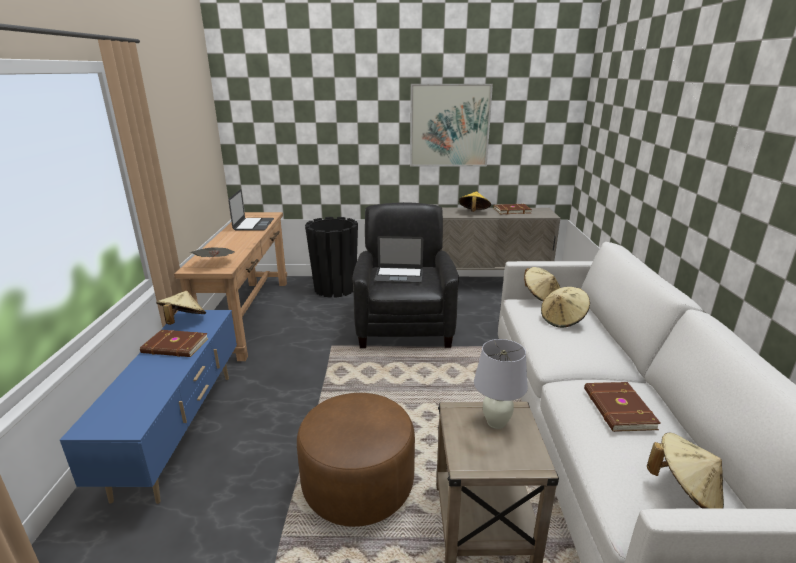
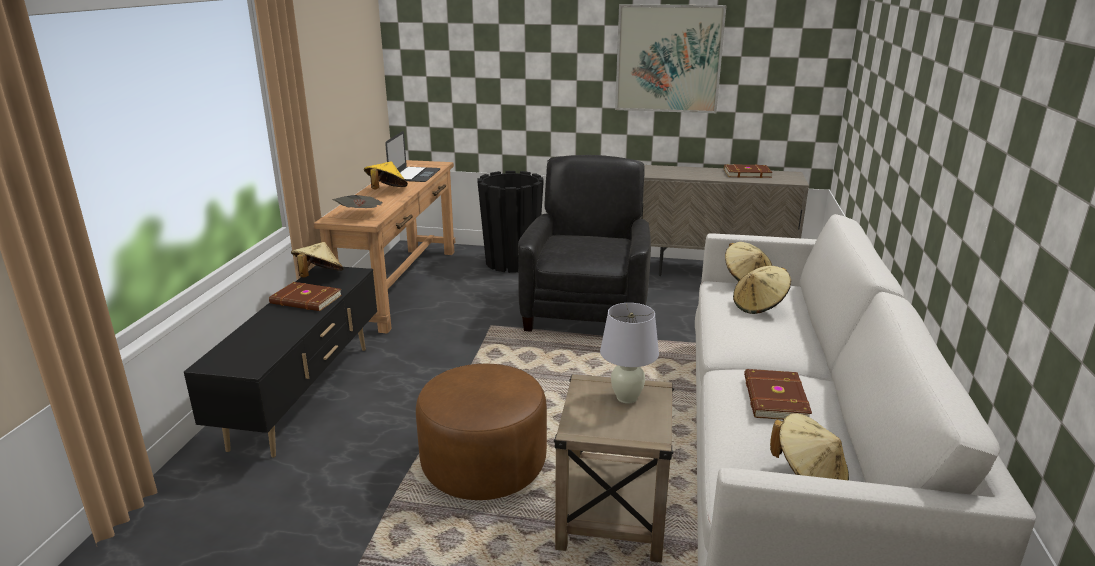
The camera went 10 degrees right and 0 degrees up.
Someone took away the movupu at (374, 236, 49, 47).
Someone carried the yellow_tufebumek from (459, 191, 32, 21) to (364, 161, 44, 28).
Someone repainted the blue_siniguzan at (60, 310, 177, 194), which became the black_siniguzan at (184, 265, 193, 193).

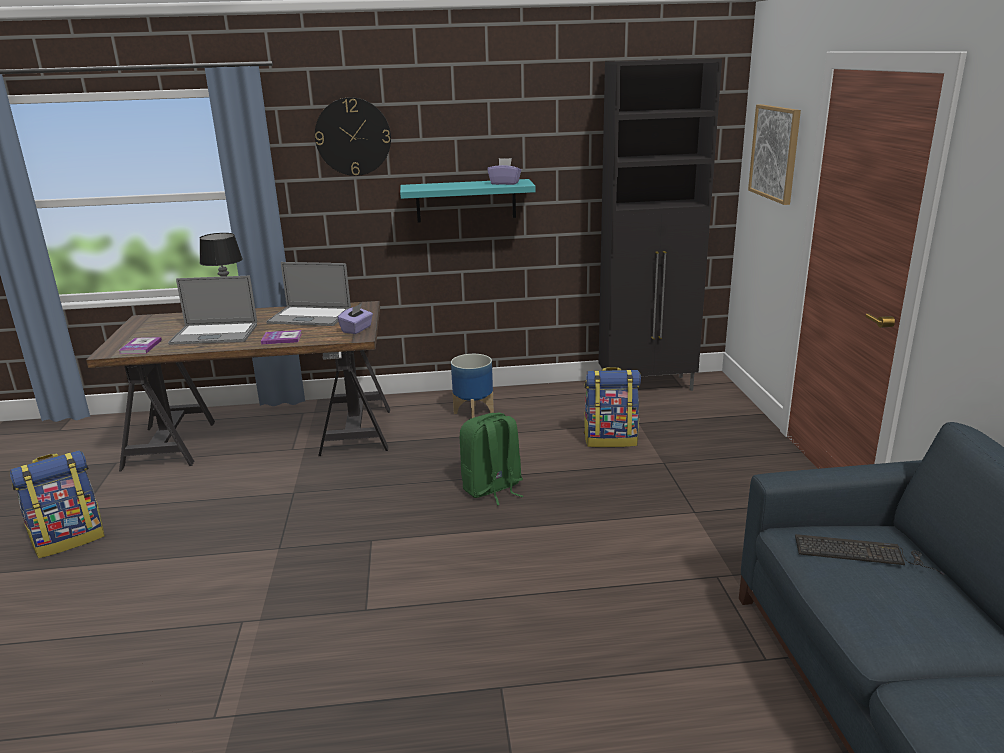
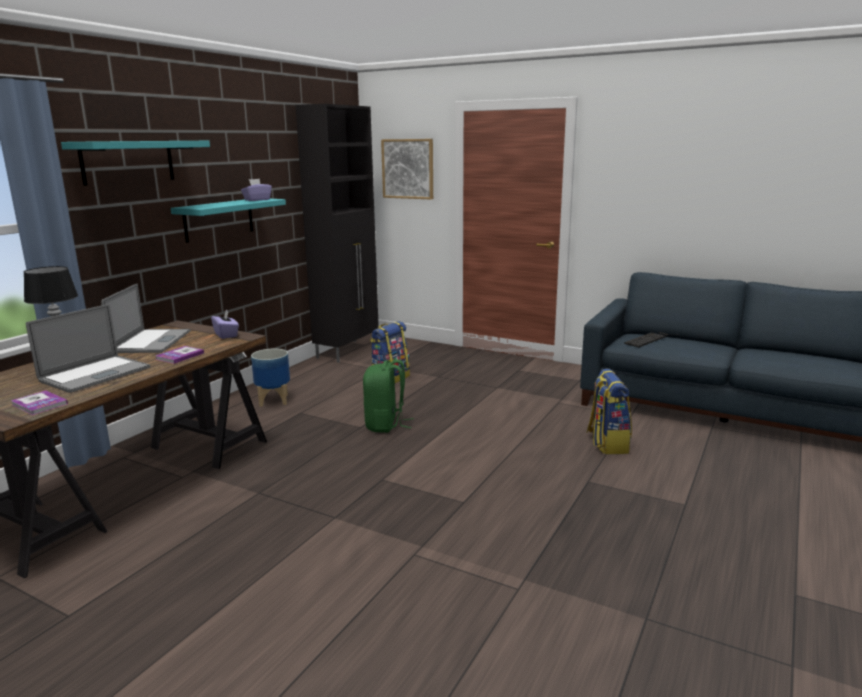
The camera went 55 degrees left and 5 degrees down.
Someone carried the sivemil from (10, 450, 95, 108) to (586, 369, 46, 85).
Someone swapped the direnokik at (315, 97, 76, 79) for the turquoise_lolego at (61, 141, 149, 45).
Someone rotated the movupu at (266, 262, 85, 64) by 45 degrees counterclockwise.

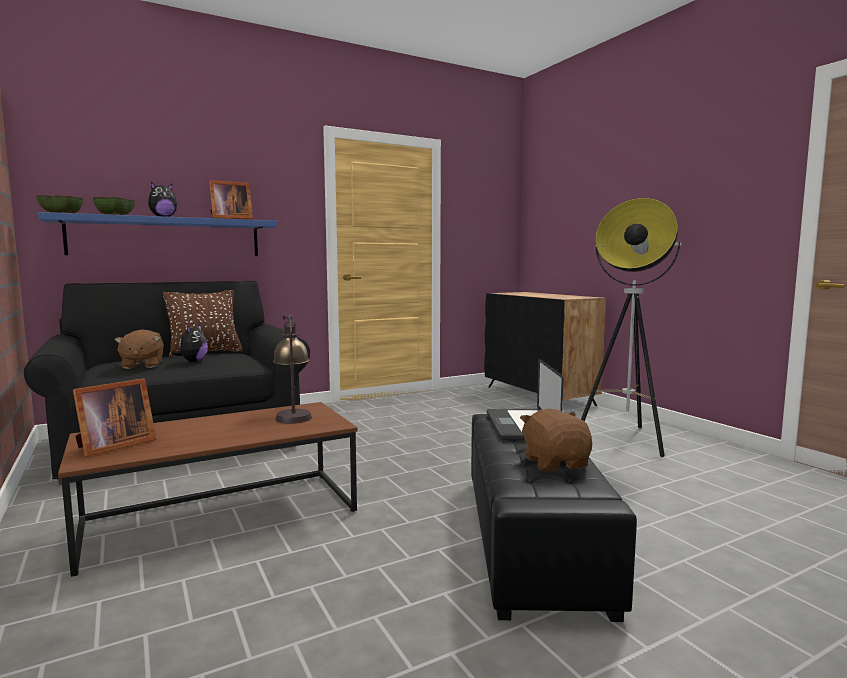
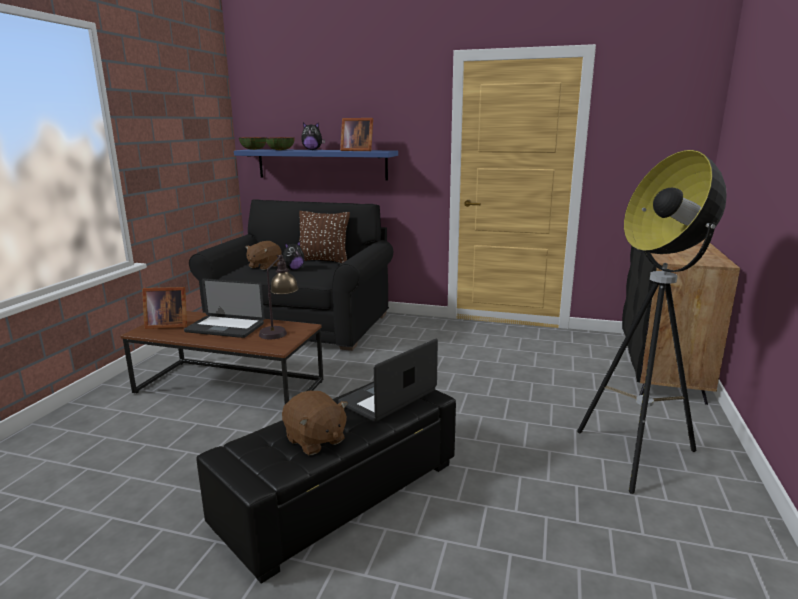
The camera went 45 degrees right and 10 degrees up.
Someone put down the movupu at (184, 279, 81, 59).
Someone rotated the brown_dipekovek at (520, 409, 72, 63) by 105 degrees clockwise.

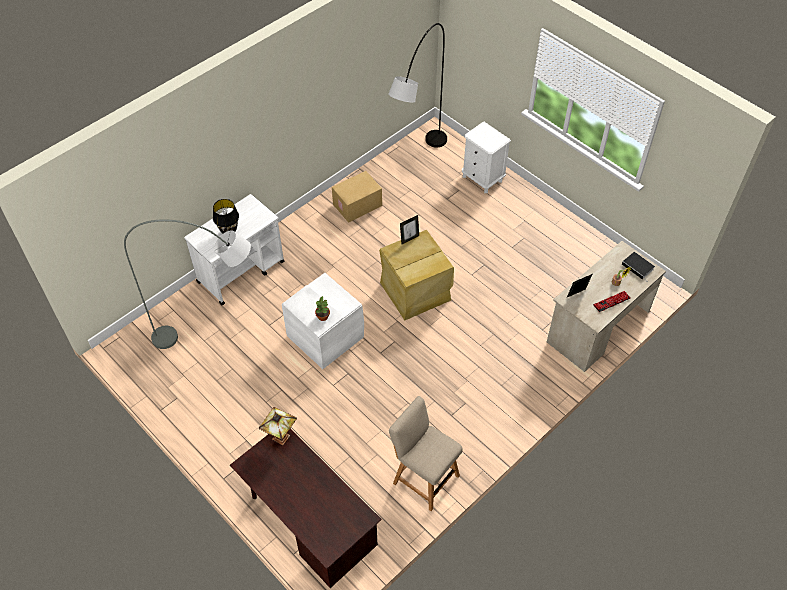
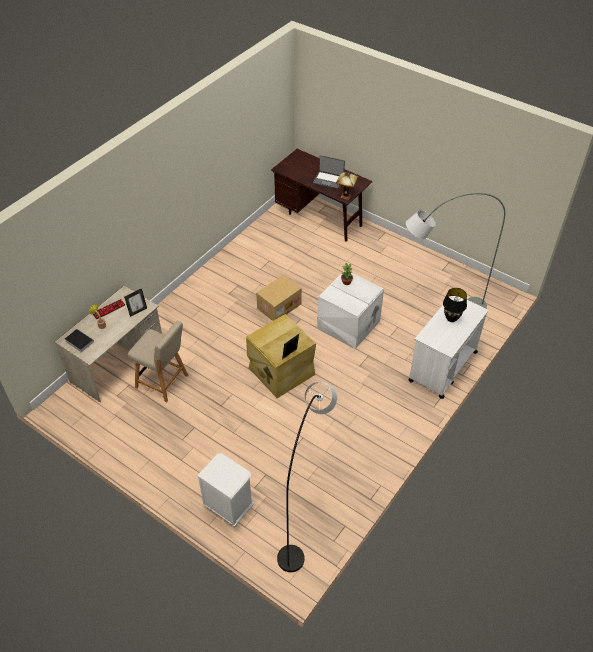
The camera went 170 degrees right and 5 degrees down.
Someone put down the movupu at (313, 155, 32, 34).
Someone carried the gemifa from (332, 171, 50, 52) to (256, 275, 46, 46).
Someone carried the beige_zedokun from (389, 396, 74, 115) to (127, 321, 61, 82).

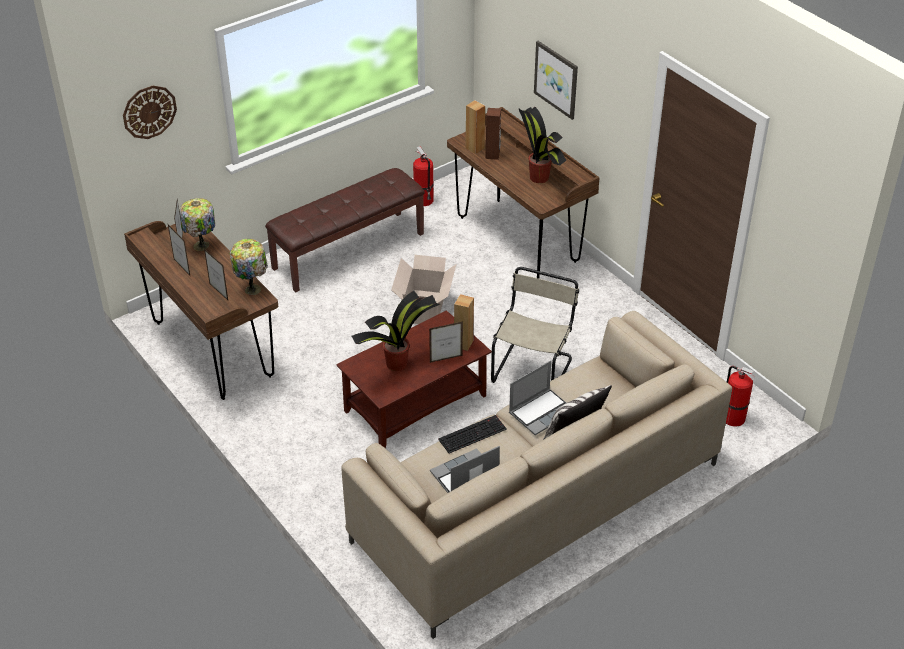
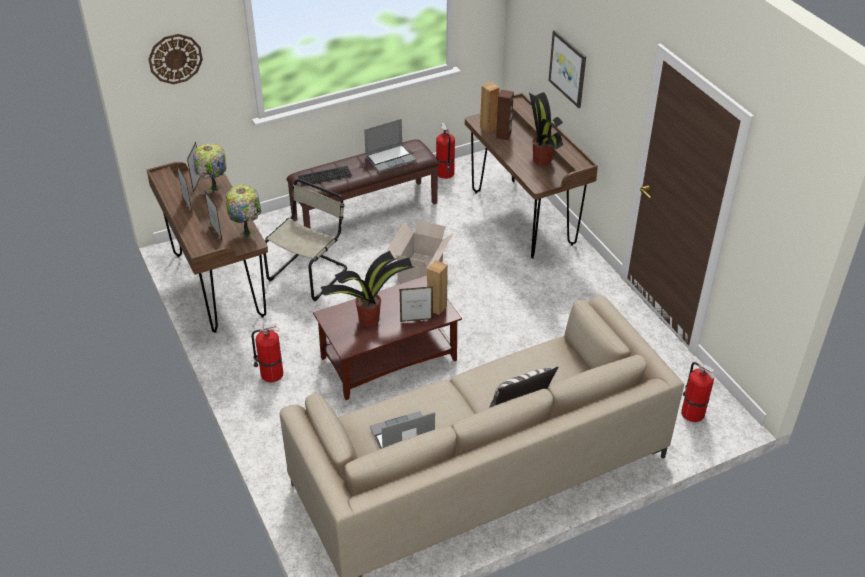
The camera went 10 degrees right and 0 degrees up.
Someone put down the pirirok at (251, 323, 32, 59).
Someone carried the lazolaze from (438, 415, 69, 38) to (298, 166, 54, 20).
Someone carried the beige_zedokun from (491, 267, 88, 116) to (263, 179, 84, 122).
Someone carried the movupu from (509, 360, 57, 75) to (364, 119, 52, 53).

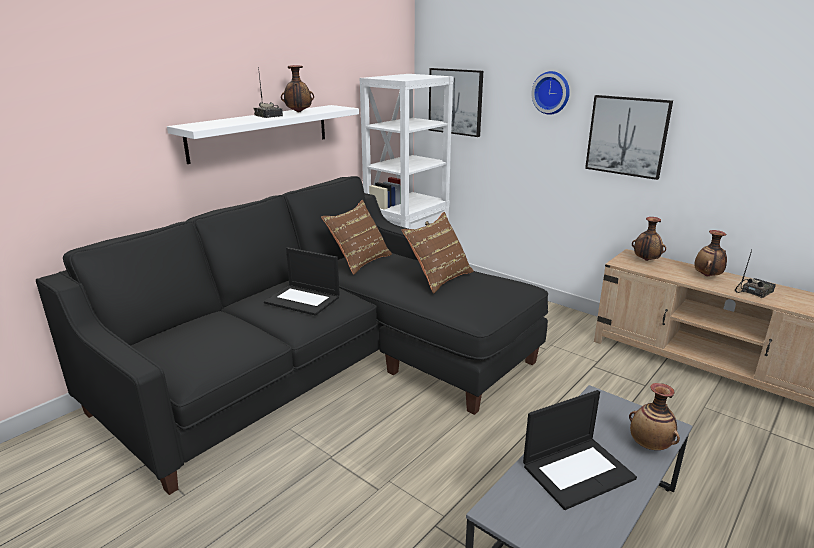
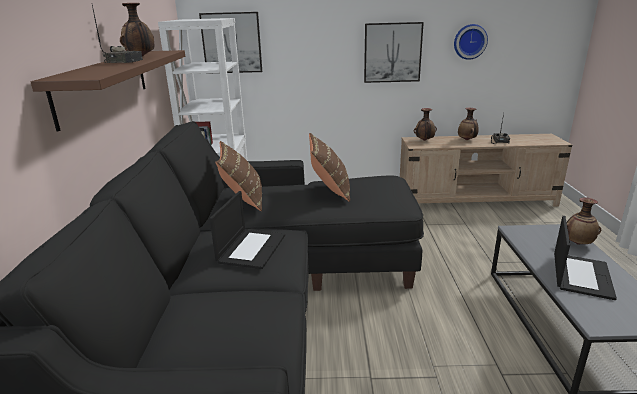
The camera went 40 degrees left and 0 degrees up.
Someone carried the direnokik from (531, 71, 39, 44) to (454, 24, 34, 36).
Someone repainted the white_lolego at (167, 105, 192, 59), which became the brown_lolego at (31, 50, 154, 82).
Someone rotated the movupu at (264, 247, 76, 69) by 60 degrees counterclockwise.

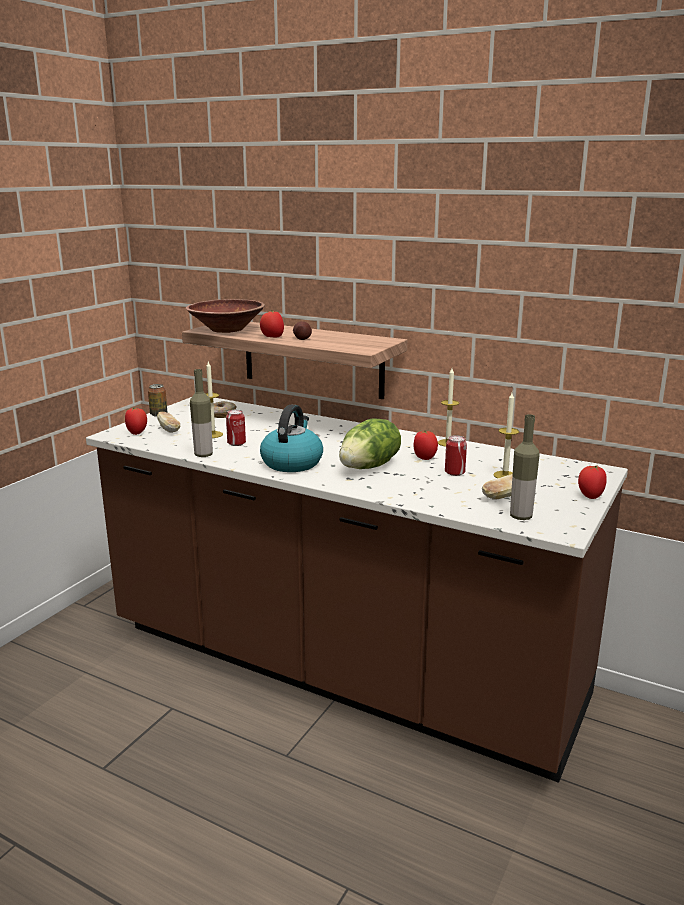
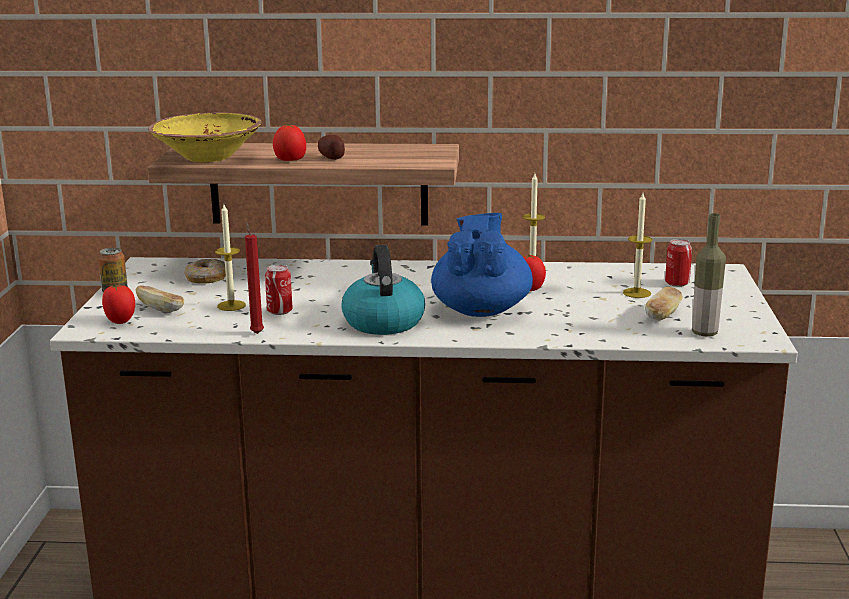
The camera went 25 degrees left and 0 degrees up.
Someone took away the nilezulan at (578, 465, 29, 34).
Someone carried the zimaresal from (445, 435, 22, 41) to (665, 239, 27, 48).
Someone swapped the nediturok at (190, 369, 23, 88) for the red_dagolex at (245, 222, 19, 112).
Someone swapped the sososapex at (339, 418, 62, 51) for the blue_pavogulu at (431, 213, 102, 104).
Someone repainted the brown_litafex at (186, 299, 79, 34), which became the yellow_litafex at (148, 112, 114, 50).

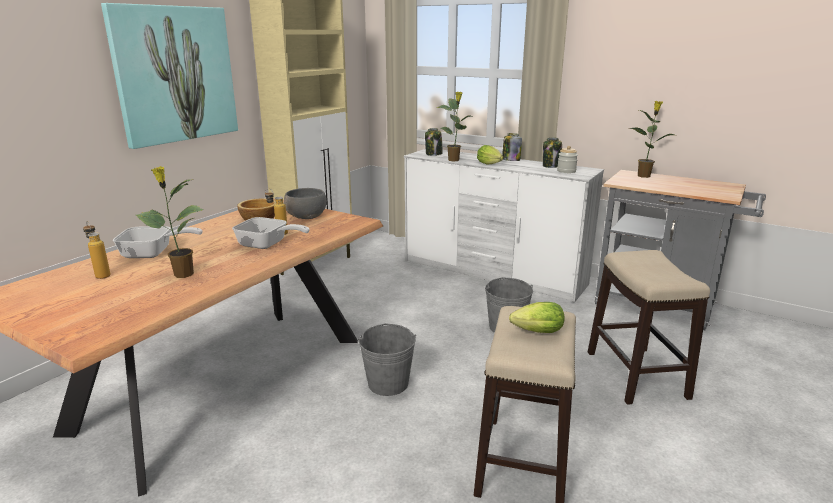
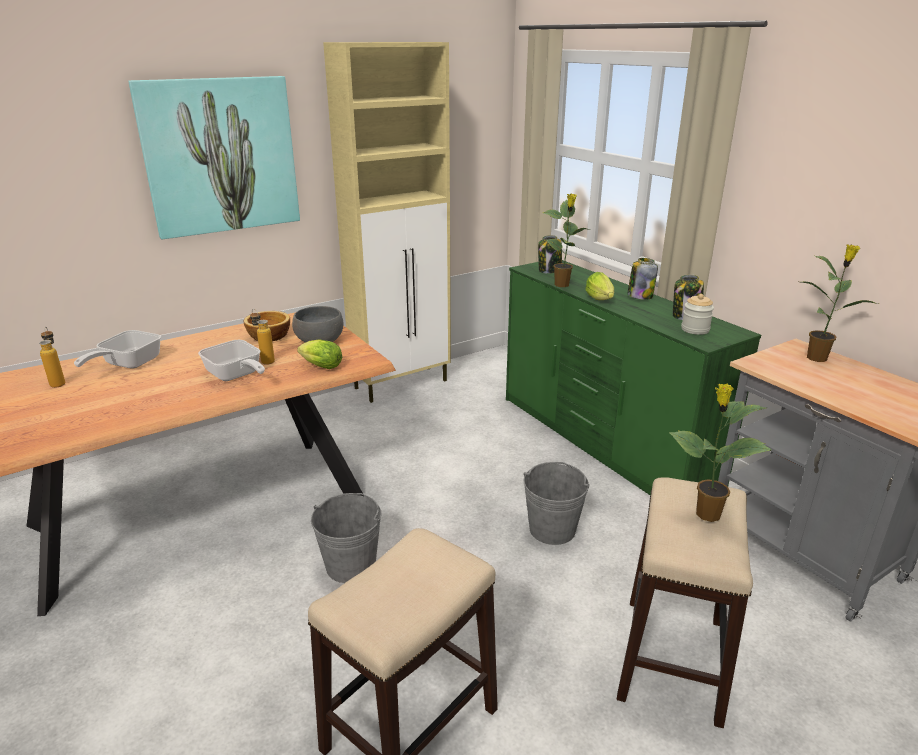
The camera went 25 degrees right and 5 degrees up.
Someone carried the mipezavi from (136, 166, 68, 112) to (669, 384, 103, 138).
Someone carried the sososapex from (509, 302, 55, 31) to (297, 340, 45, 29).
Someone repainted the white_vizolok at (404, 149, 200, 154), which became the green_vizolok at (506, 260, 255, 235).
Someone rotated the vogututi at (113, 226, 90, 32) by 90 degrees clockwise.

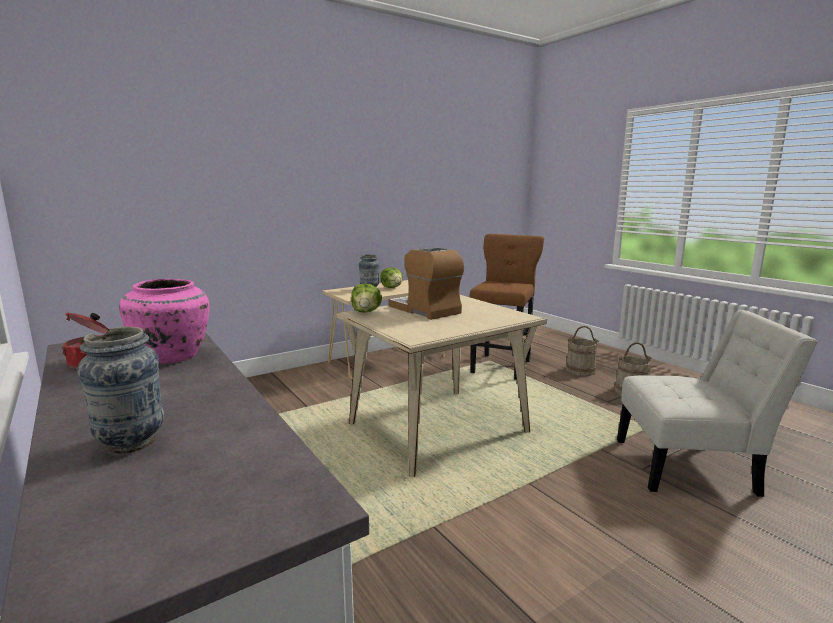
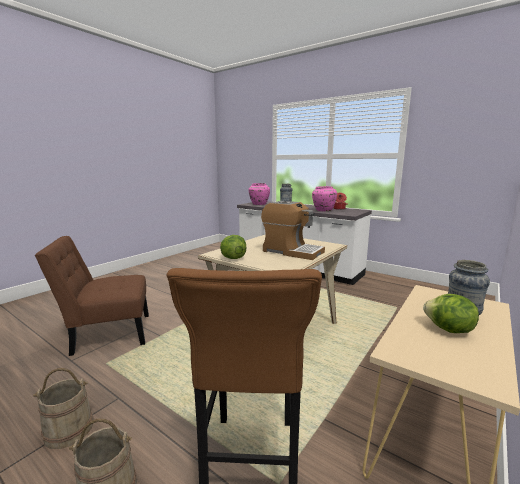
The camera went 160 degrees right and 0 degrees up.
Someone put down the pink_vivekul at (249, 183, 21, 22).
Someone carried the sososapex from (351, 283, 31, 30) to (220, 235, 26, 24).
Someone repainted the white_zedokun at (617, 310, 201, 187), which became the brown_zedokun at (35, 236, 114, 120).

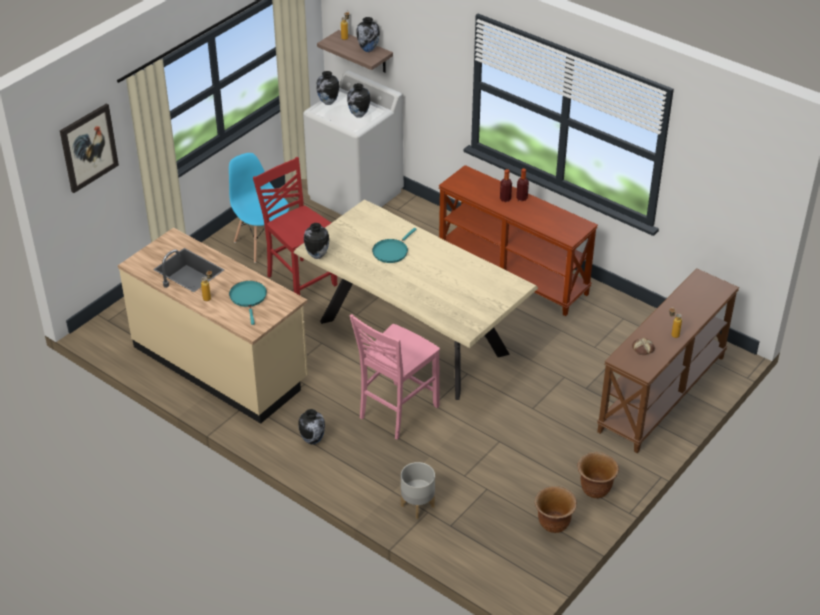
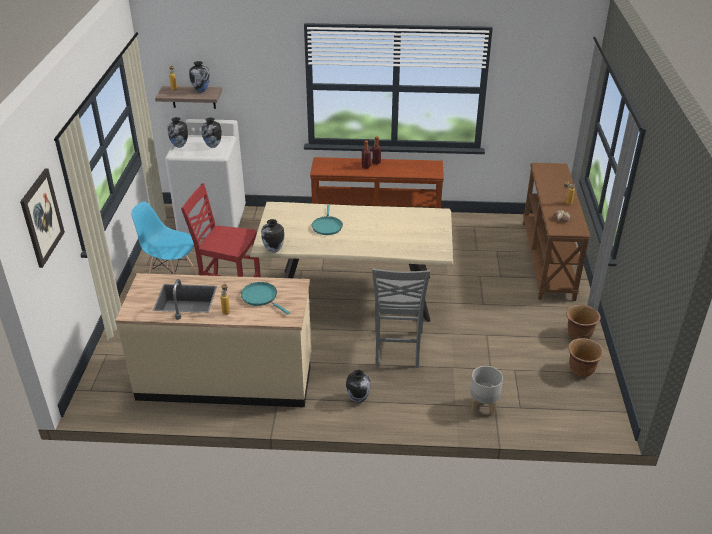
The camera went 35 degrees left and 5 degrees down.
Someone repainted the pink_zedokun at (350, 314, 90, 126), which became the grey_zedokun at (372, 268, 58, 100).

